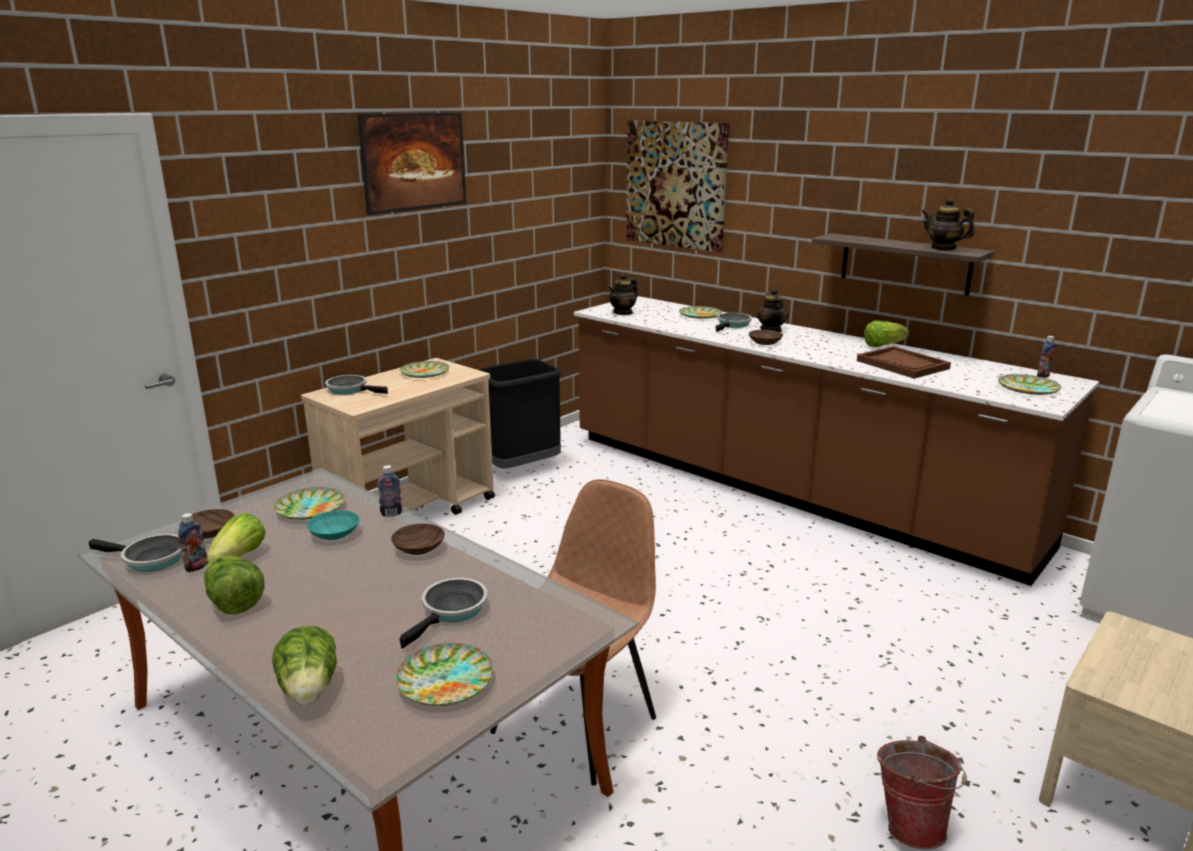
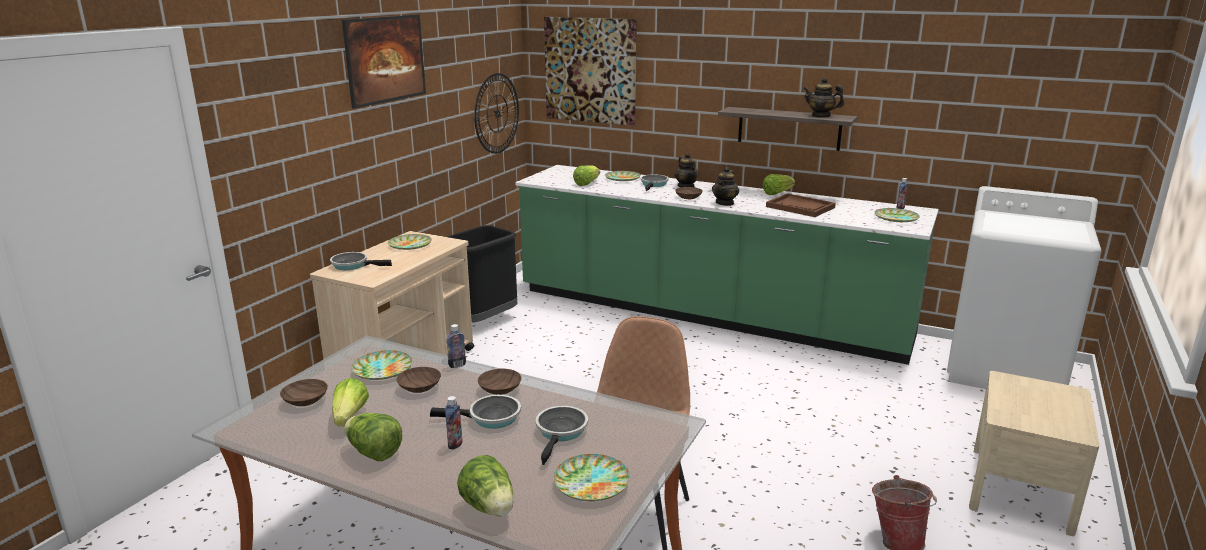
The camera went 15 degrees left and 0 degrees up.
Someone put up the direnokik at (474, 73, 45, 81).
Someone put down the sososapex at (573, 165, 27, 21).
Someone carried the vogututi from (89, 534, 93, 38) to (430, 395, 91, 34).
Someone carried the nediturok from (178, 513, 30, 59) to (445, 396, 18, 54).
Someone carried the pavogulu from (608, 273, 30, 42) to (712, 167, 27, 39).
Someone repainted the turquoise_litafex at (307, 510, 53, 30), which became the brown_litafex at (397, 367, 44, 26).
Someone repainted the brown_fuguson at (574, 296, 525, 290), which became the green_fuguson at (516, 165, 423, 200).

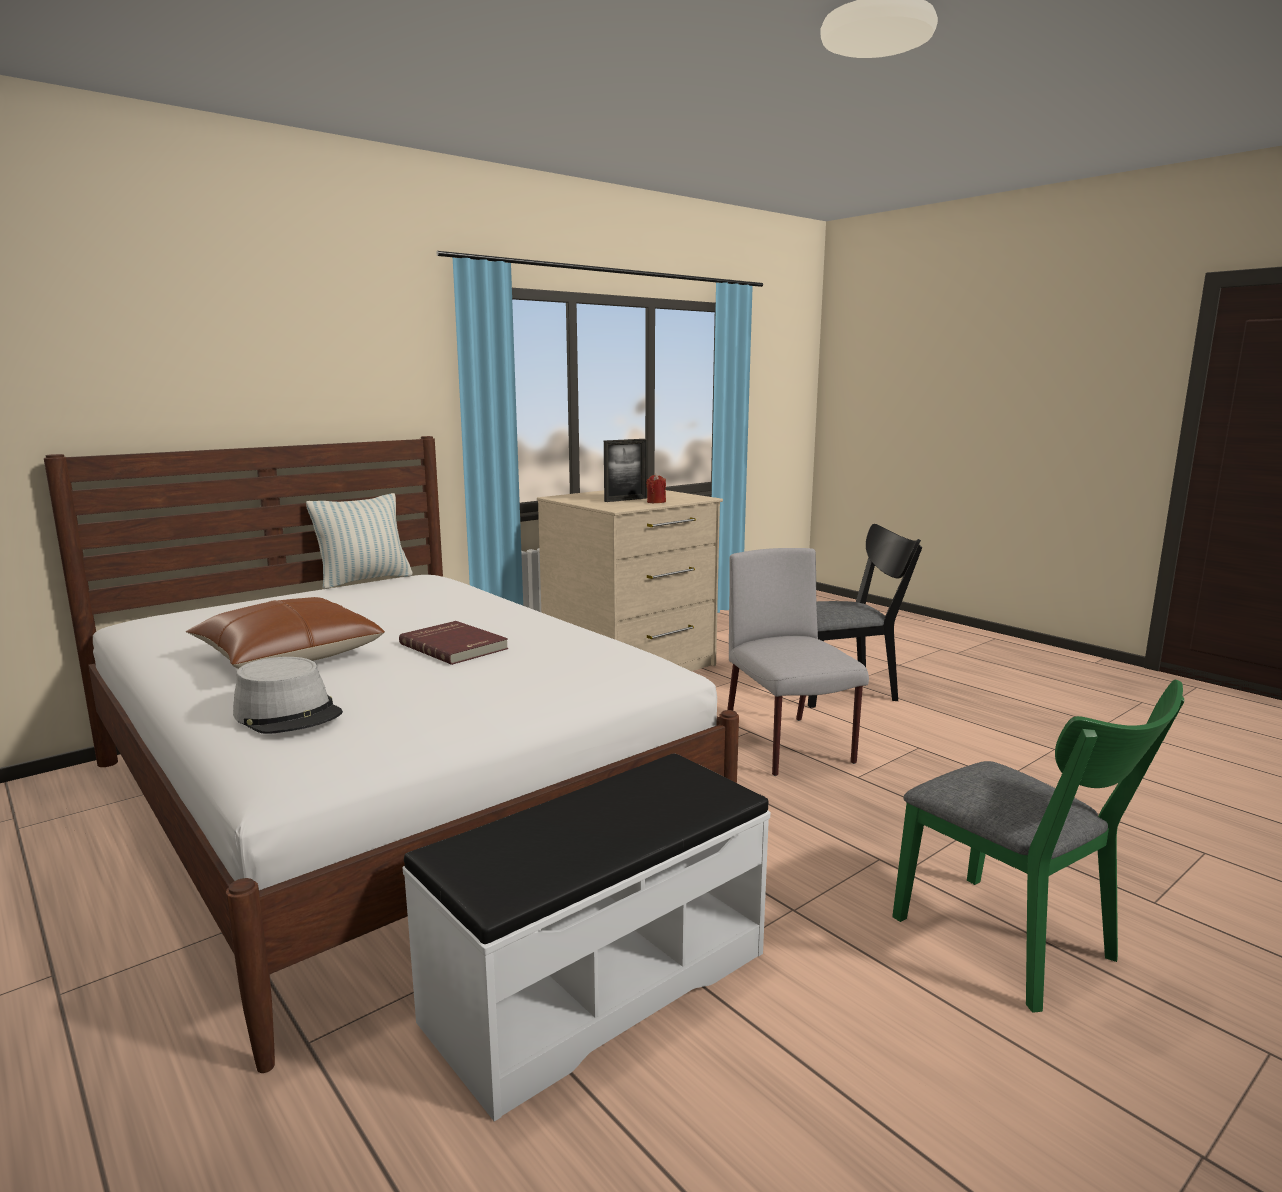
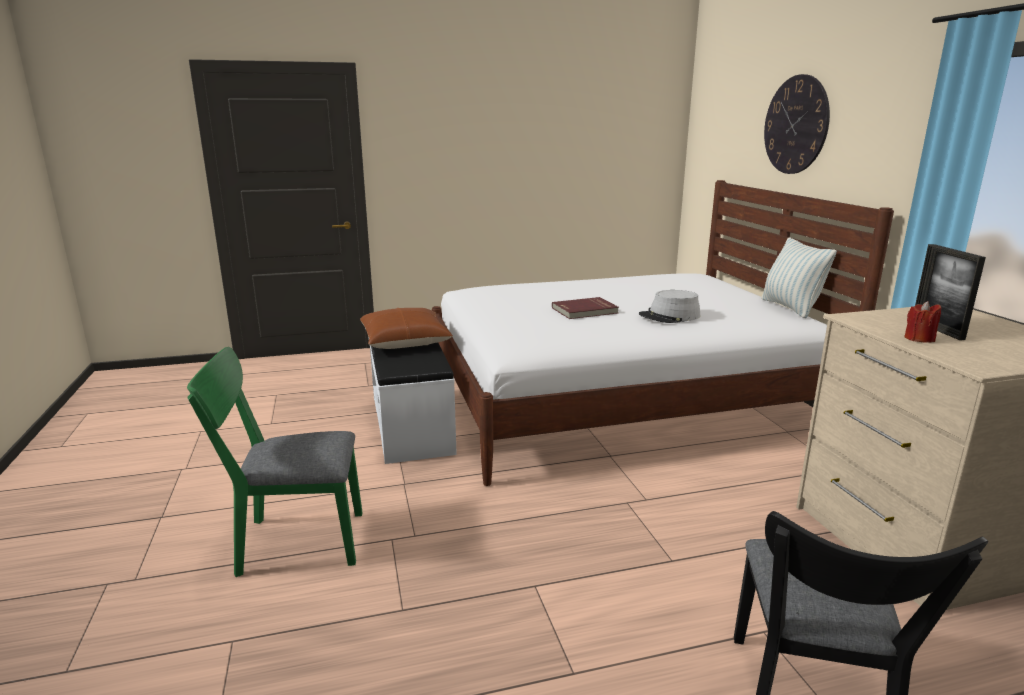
The camera went 115 degrees right and 5 degrees up.
Someone took away the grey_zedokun at (727, 548, 142, 228).
Someone put up the direnokik at (764, 74, 66, 100).
Someone carried the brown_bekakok from (185, 597, 200, 72) to (360, 308, 93, 41).
Someone carried the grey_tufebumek from (233, 657, 110, 77) to (639, 290, 61, 33).

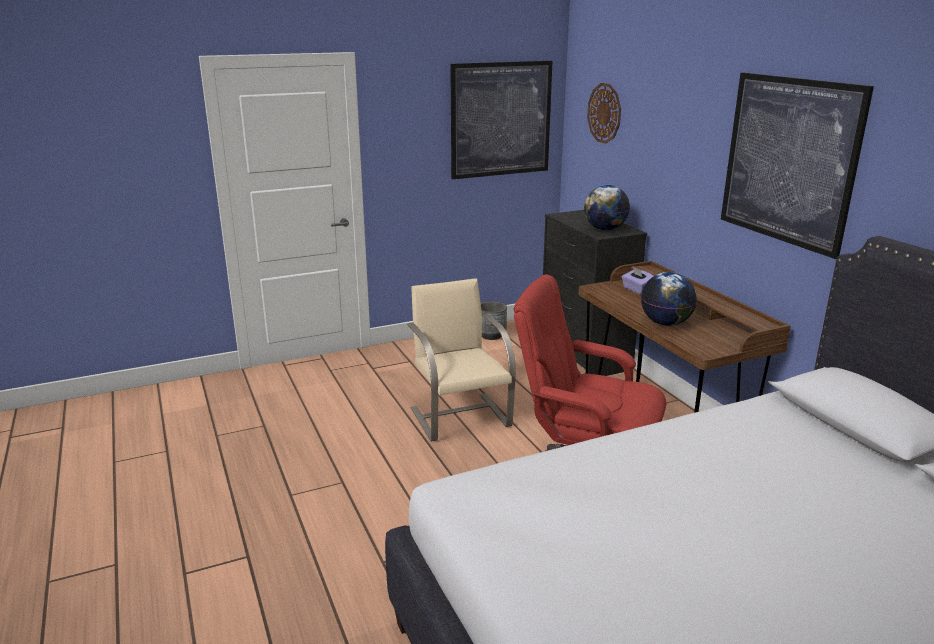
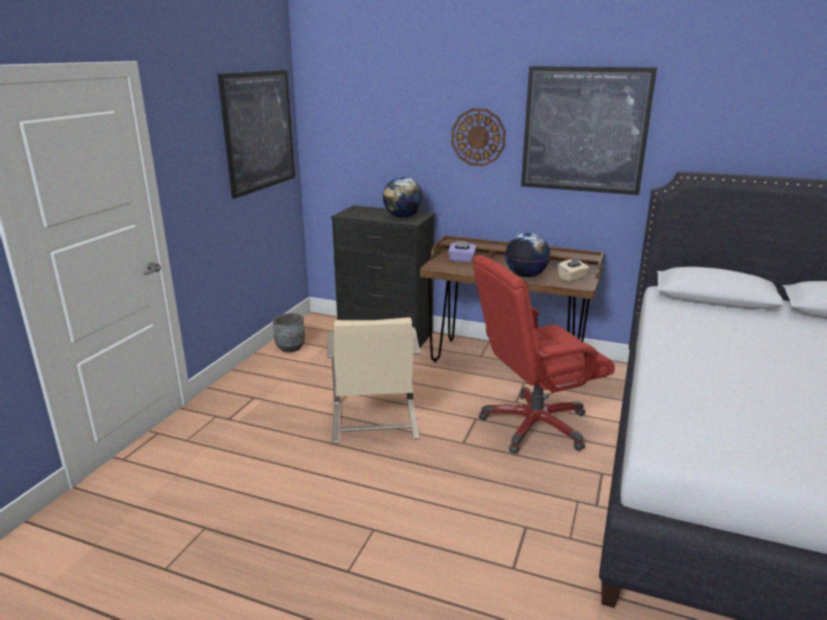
The camera went 45 degrees left and 0 degrees up.
Someone put down the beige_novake at (558, 257, 31, 25).
Someone carried the direnokik from (587, 83, 34, 61) to (451, 108, 55, 58).
Someone rotated the beige_zedokun at (407, 278, 109, 164) by 120 degrees counterclockwise.

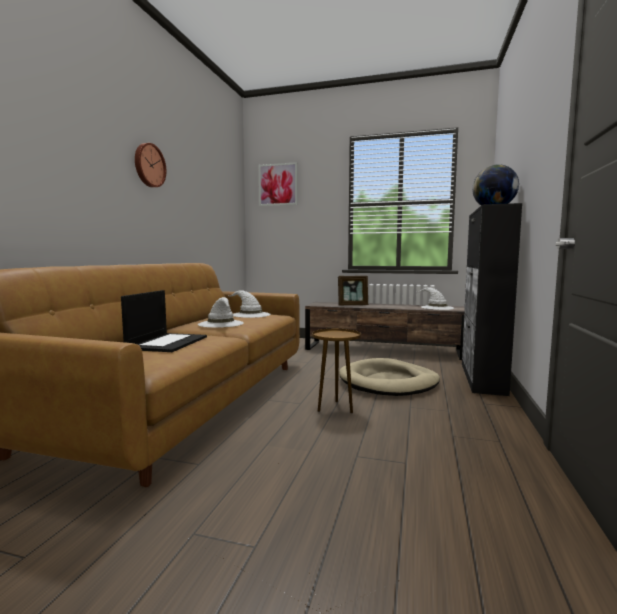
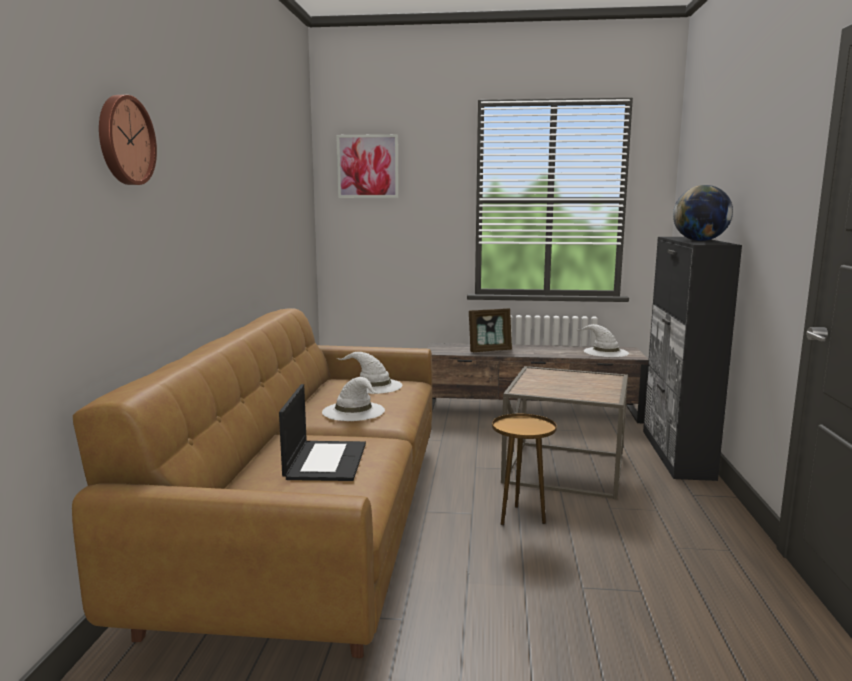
The camera went 10 degrees left and 5 degrees up.
Someone carried the direnokik from (135, 143, 31, 45) to (99, 95, 58, 90).
Someone swapped the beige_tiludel at (339, 358, 101, 38) for the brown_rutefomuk at (501, 366, 127, 133).

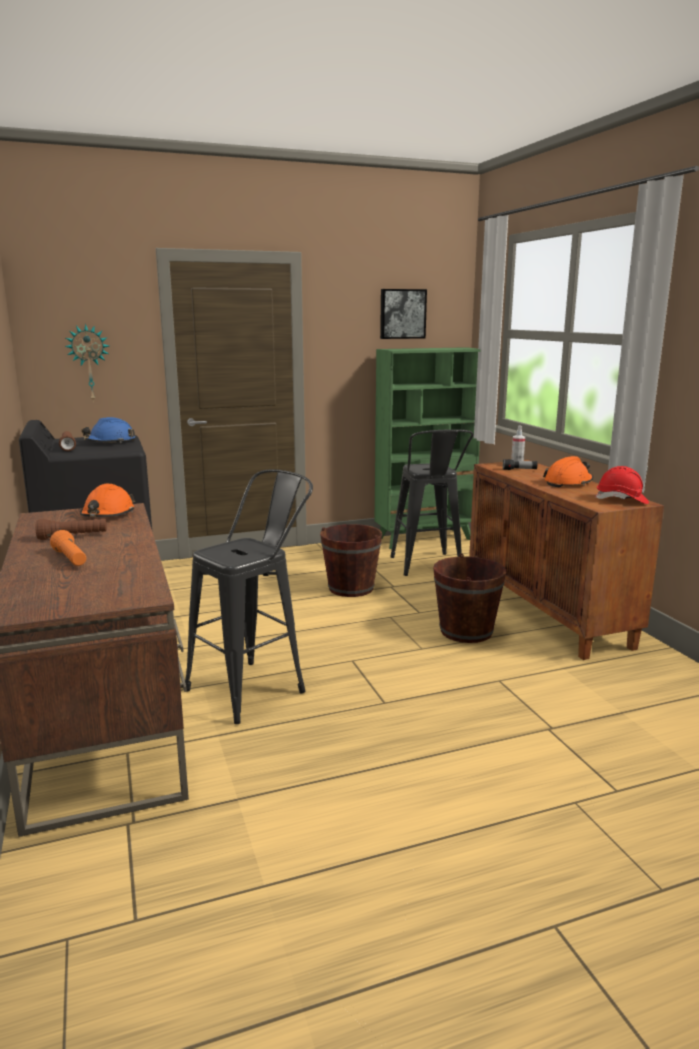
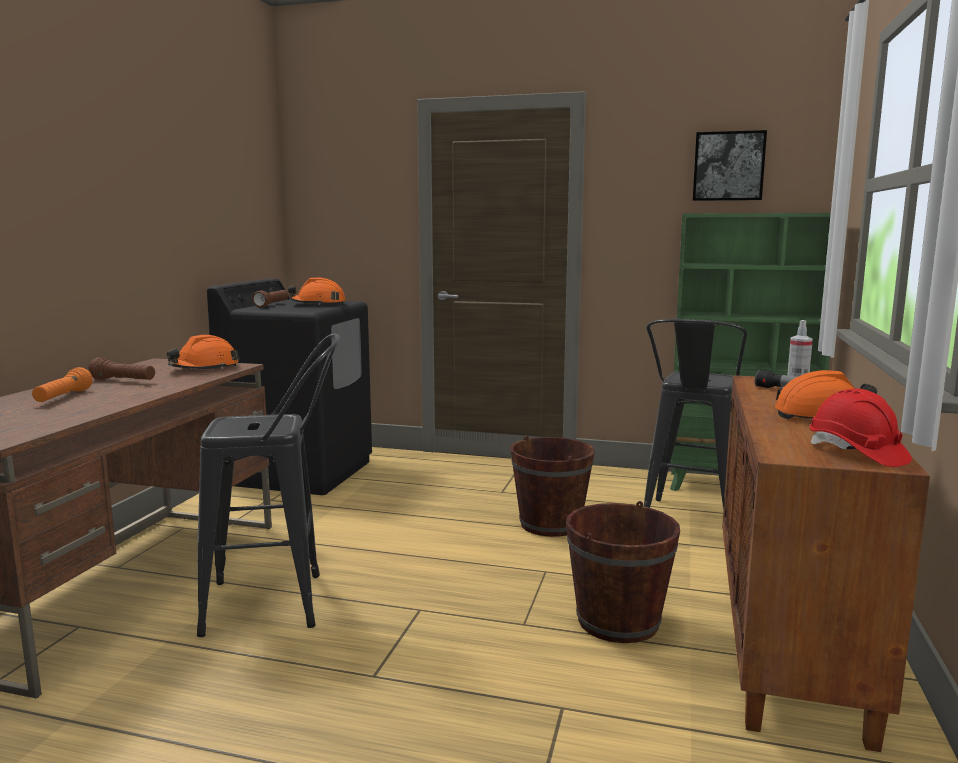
The camera went 35 degrees right and 5 degrees down.
Someone took away the direnokik at (65, 324, 44, 78).
Someone repainted the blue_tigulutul at (82, 417, 53, 26), which became the orange_tigulutul at (288, 278, 57, 27).

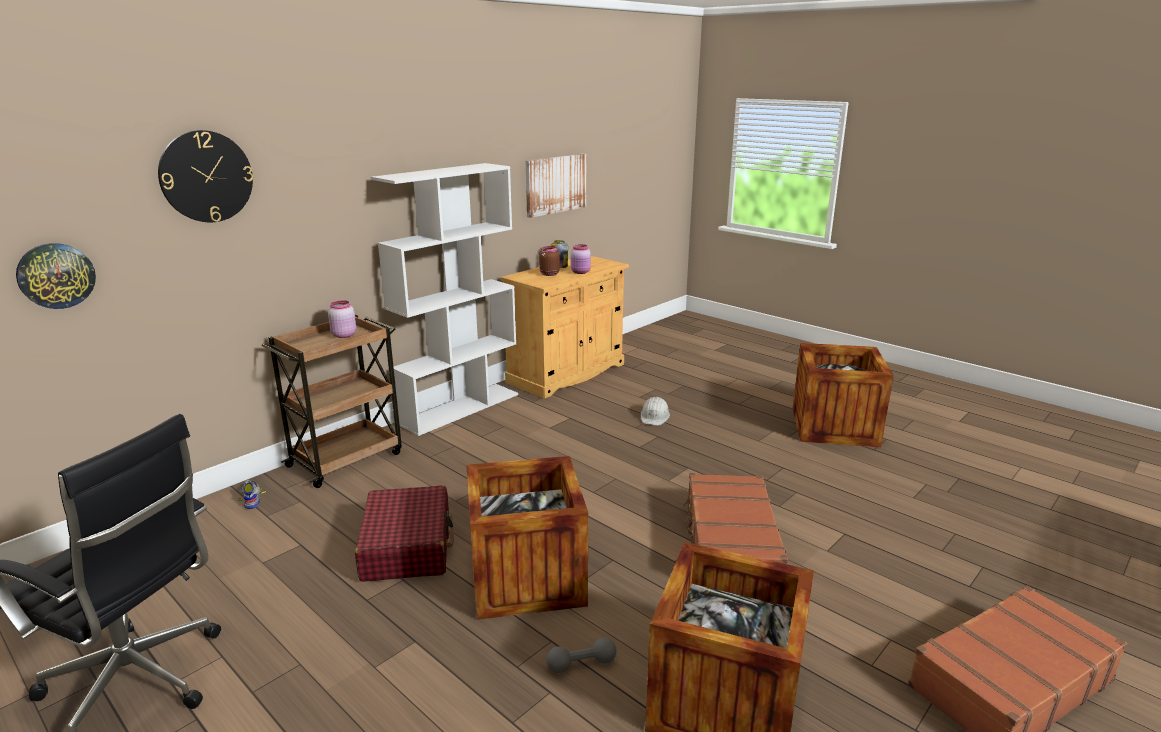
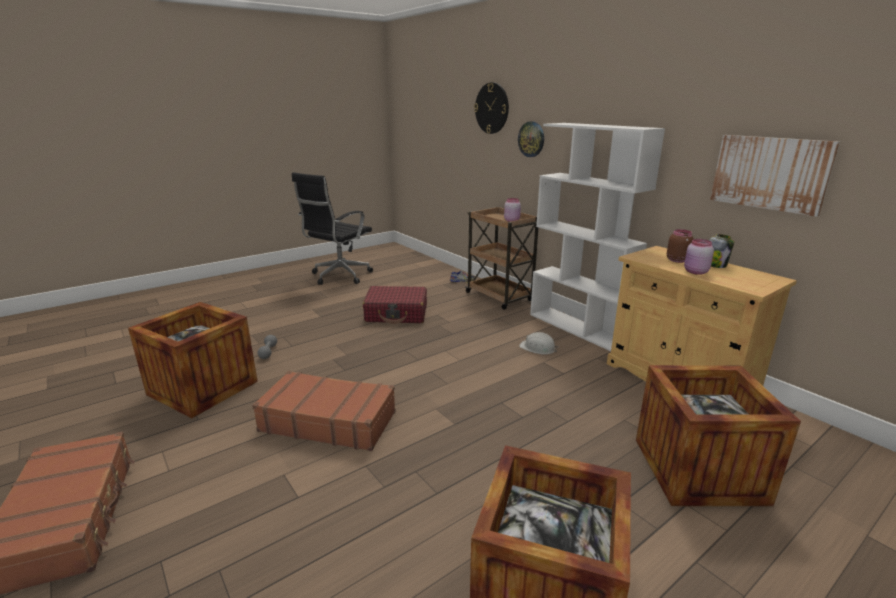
The camera went 100 degrees right and 0 degrees up.
Someone carried the direnokik from (16, 243, 80, 66) to (518, 121, 26, 36).
Someone carried the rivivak from (466, 456, 122, 164) to (636, 365, 165, 141).
Someone carried the white_tigulutul from (641, 397, 29, 28) to (519, 332, 39, 23).

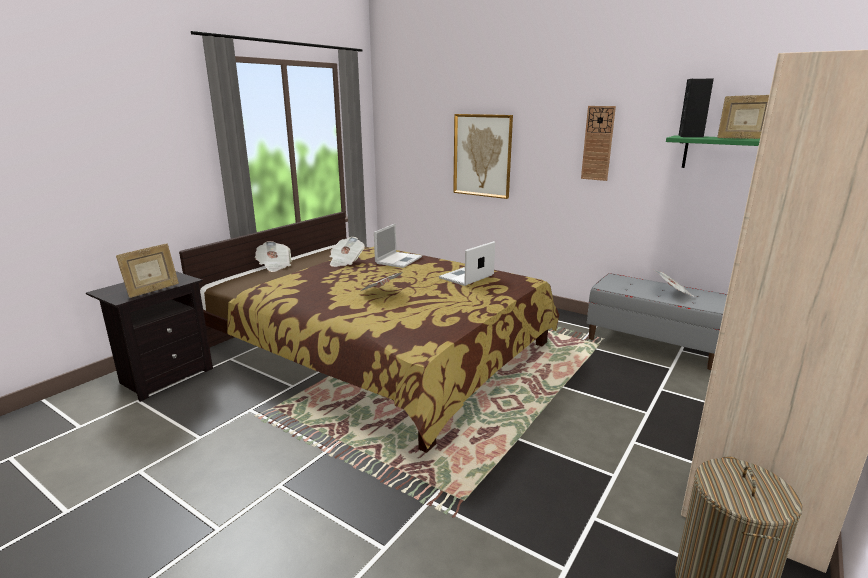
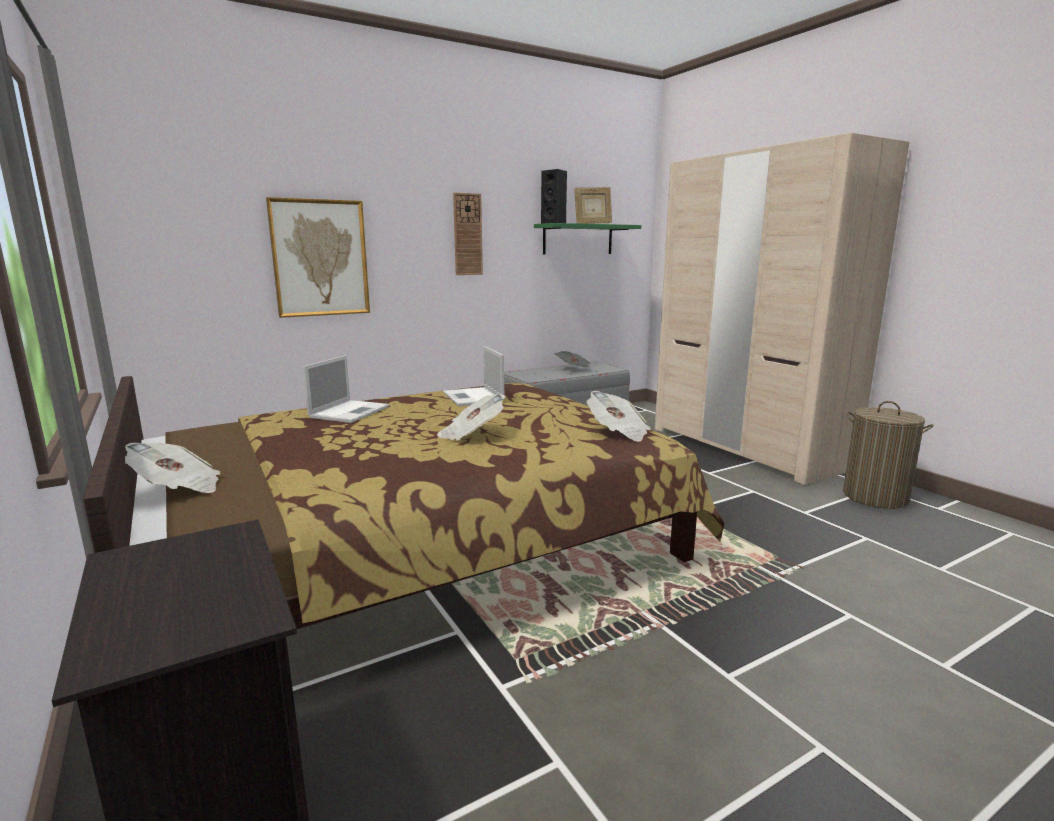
The camera went 65 degrees left and 5 degrees down.
Someone took away the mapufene at (116, 243, 63, 55).
Someone carried the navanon from (329, 237, 36, 30) to (587, 391, 64, 51).
Someone rotated the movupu at (374, 223, 48, 45) by 60 degrees clockwise.

